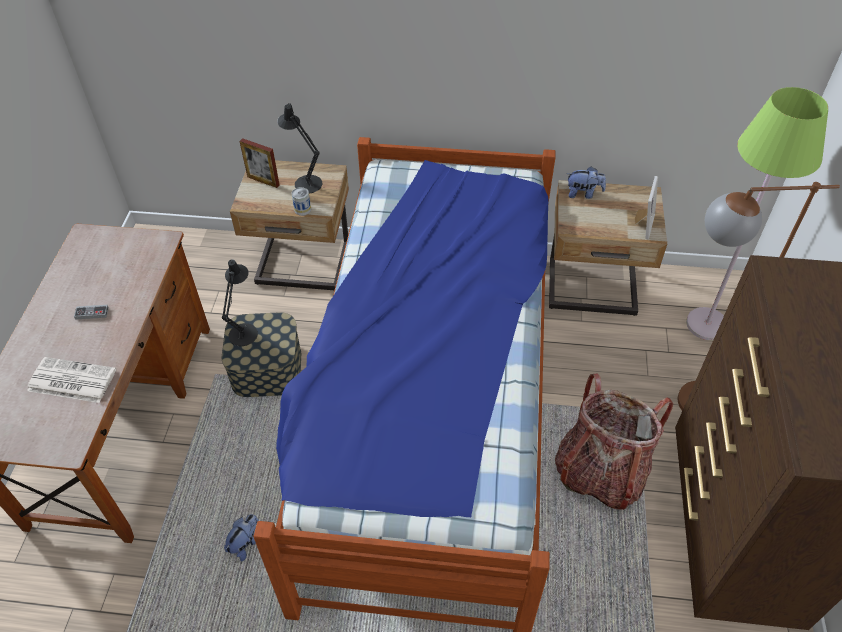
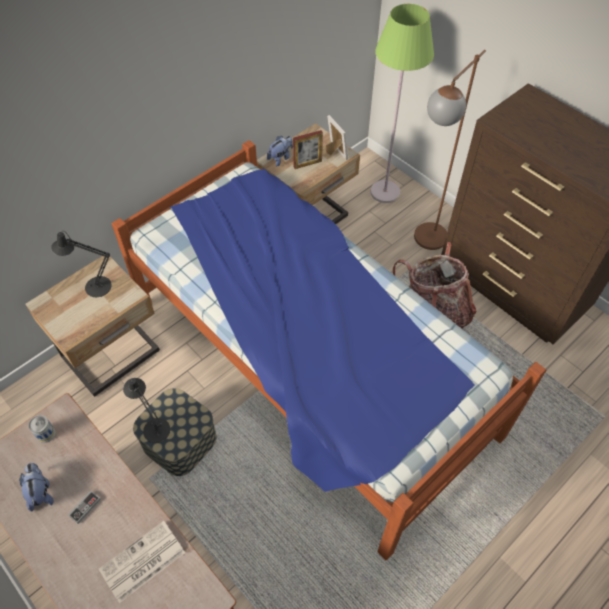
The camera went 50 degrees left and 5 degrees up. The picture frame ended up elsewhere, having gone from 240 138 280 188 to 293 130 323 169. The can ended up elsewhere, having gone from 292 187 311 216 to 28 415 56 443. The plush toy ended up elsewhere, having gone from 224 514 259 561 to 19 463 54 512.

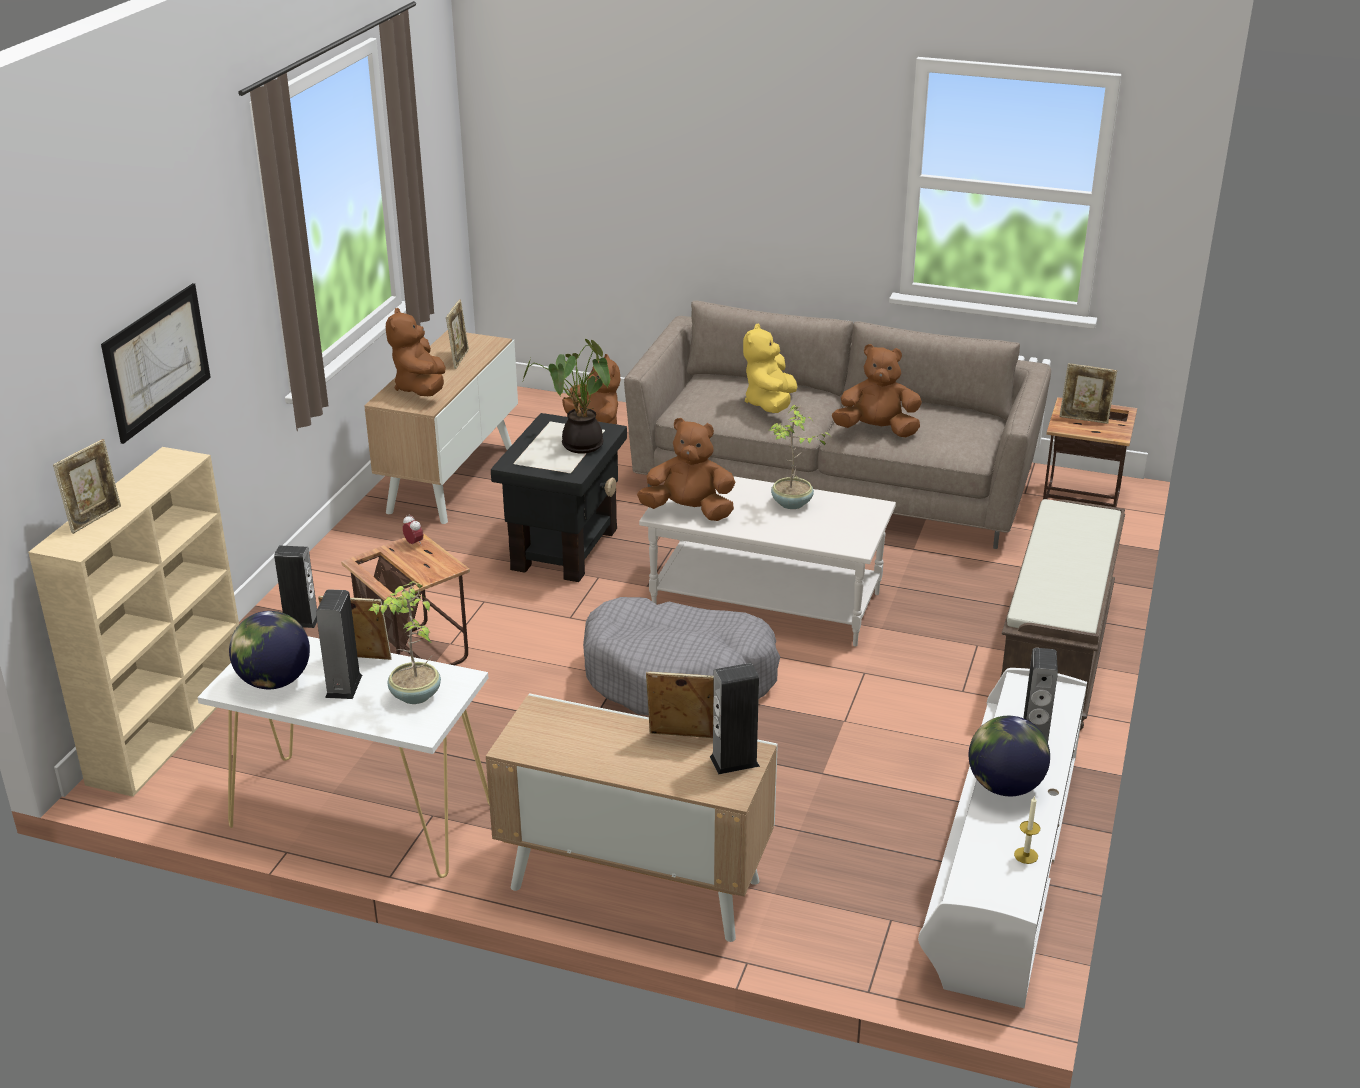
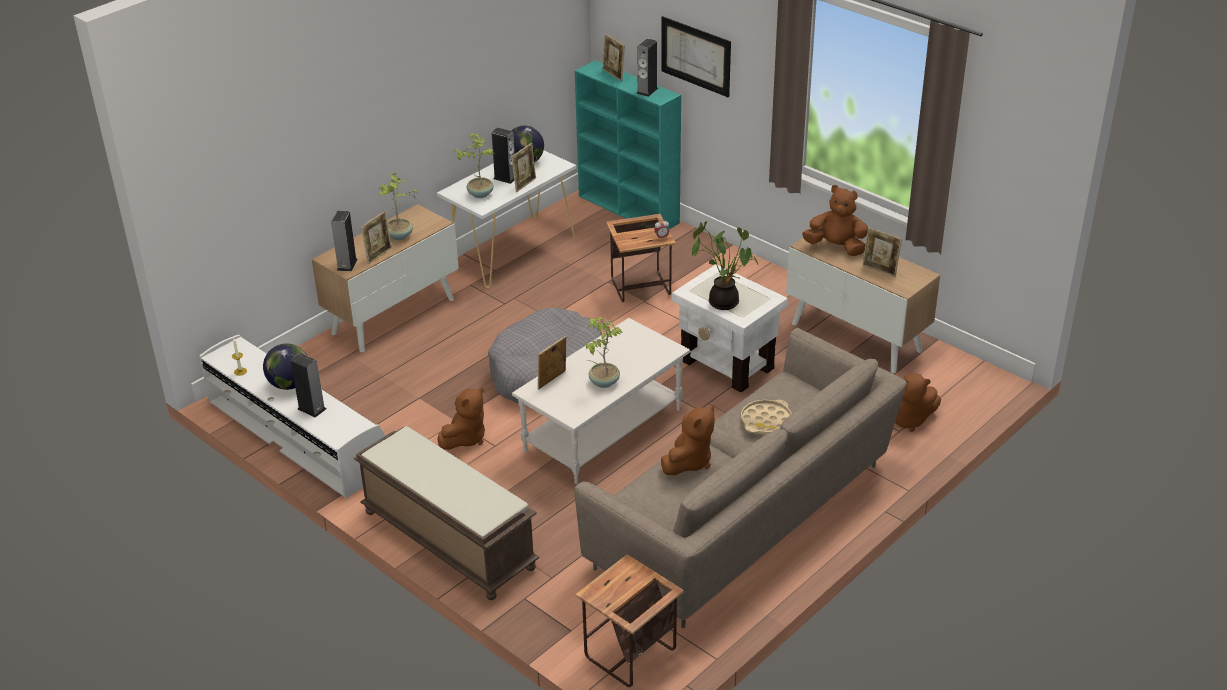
The camera went 115 degrees right and 5 degrees up. Where the plush toy/yellow stood at 743 323 797 413, the tray/beige came to stand at 741 400 792 435. The picture frame ended up elsewhere, having gone from 1060 363 1117 424 to 538 336 566 389. What was the side table/black at 491 413 627 582 turned into the side table/white at 672 265 788 392. The plush toy/brown ended up elsewhere, having gone from 637 418 735 521 to 438 387 485 450. What was the bookcase/beige at 28 447 239 797 turned into the bookcase/turquoise at 575 61 681 230. The speaker ended up elsewhere, having gone from 274 545 317 628 to 636 39 658 97. The second view gained the potted plant at 378 172 419 240.

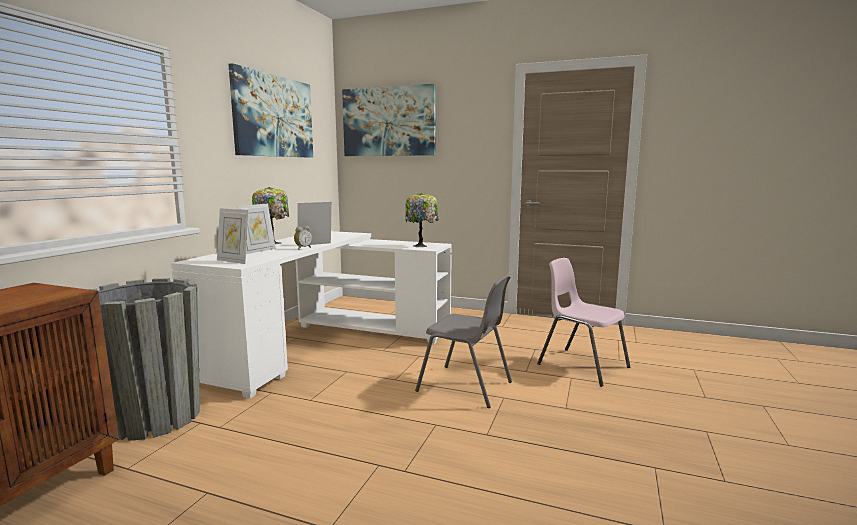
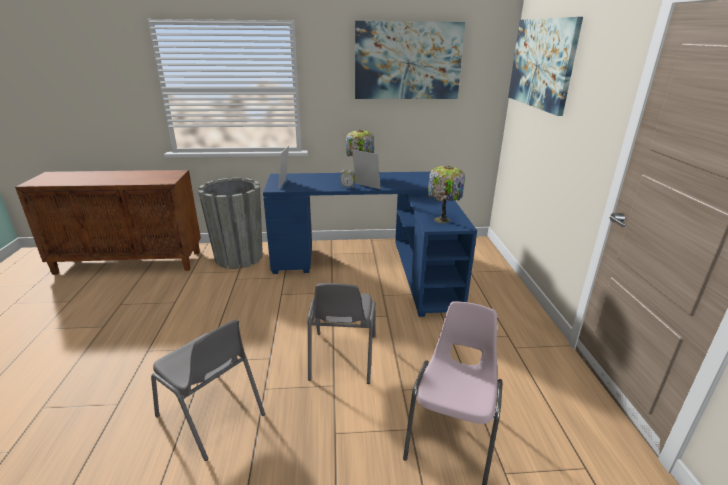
The camera went 65 degrees right and 15 degrees up. The second view lost the picture frame at 237 204 276 254. What was the desk/white at 171 231 452 399 turned into the desk/blue at 263 172 477 317. The second view gained the chair/grey at 151 319 265 461.

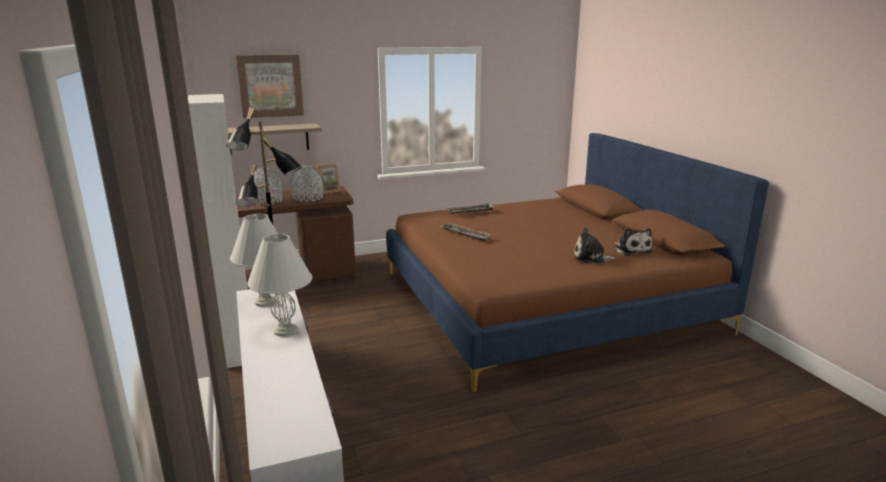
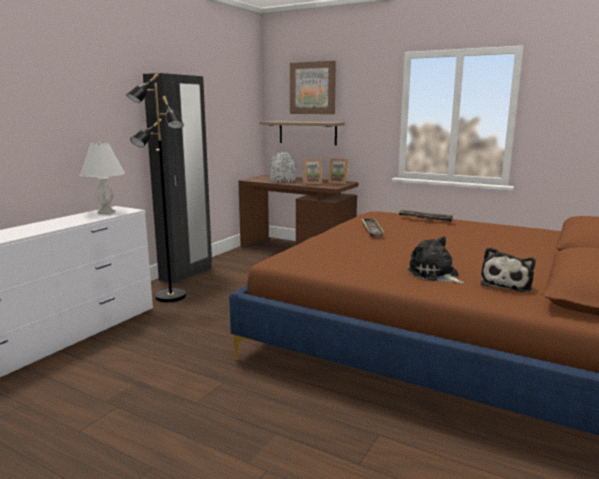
The camera went 50 degrees right and 5 degrees down. What was the wardrobe/white at 188 94 248 368 turned into the wardrobe/black at 143 73 212 283. Where the vase/grey stood at 290 165 323 202, the picture frame came to stand at 303 159 323 185. The second view lost the table lamp/white at 247 234 312 336.

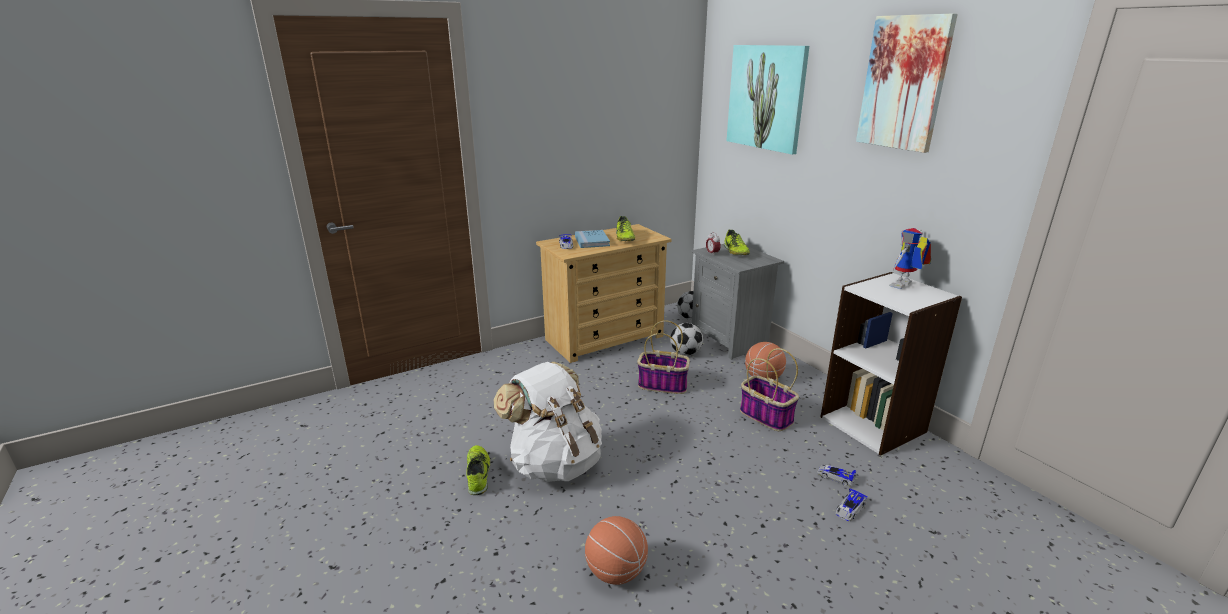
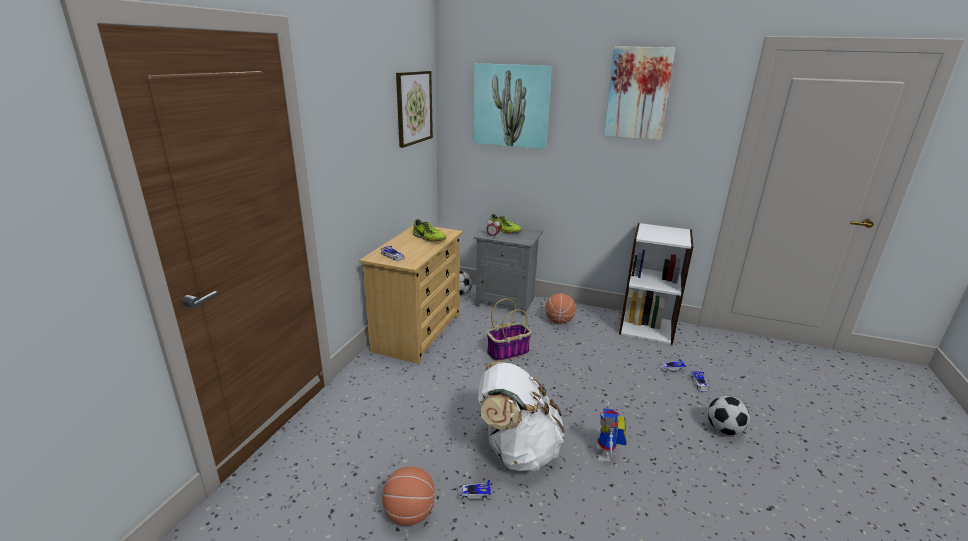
The camera went 40 degrees left and 0 degrees up. The toy robot ended up elsewhere, having gone from 890 228 931 289 to 597 400 627 463. The second view lost the book/blue at 575 230 610 248. The football ended up elsewhere, having gone from 670 323 703 355 to 708 396 750 435. The second view lost the basket at 740 348 799 431. Where the shoe stood at 466 445 490 495, the toy car came to stand at 457 480 491 501. The basketball ended up elsewhere, having gone from 585 516 648 585 to 382 467 435 526. The second view gained the picture at 396 71 433 148.

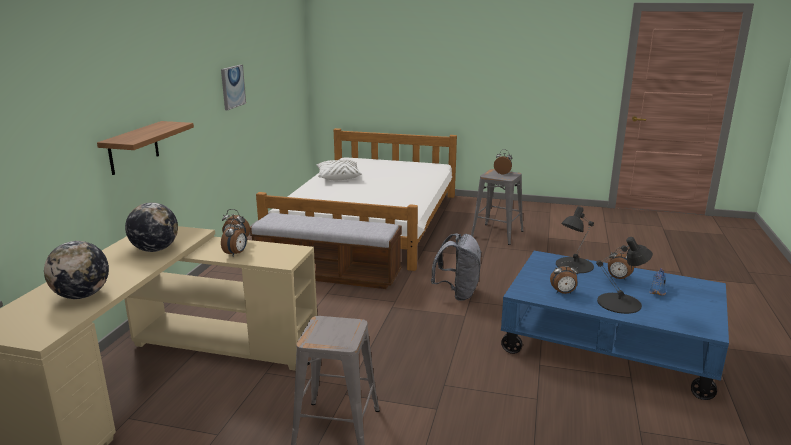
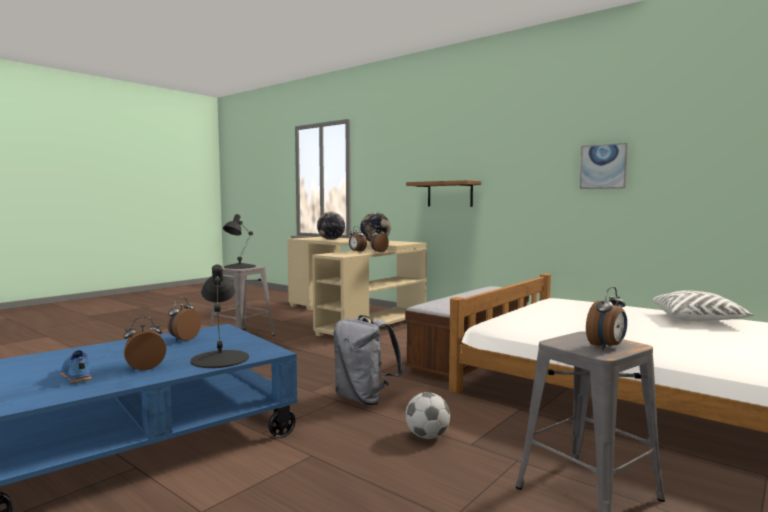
The camera went 115 degrees right and 15 degrees down. The table lamp/black ended up elsewhere, having gone from 596 237 653 314 to 223 214 256 269. The second view gained the football at 405 392 450 439.

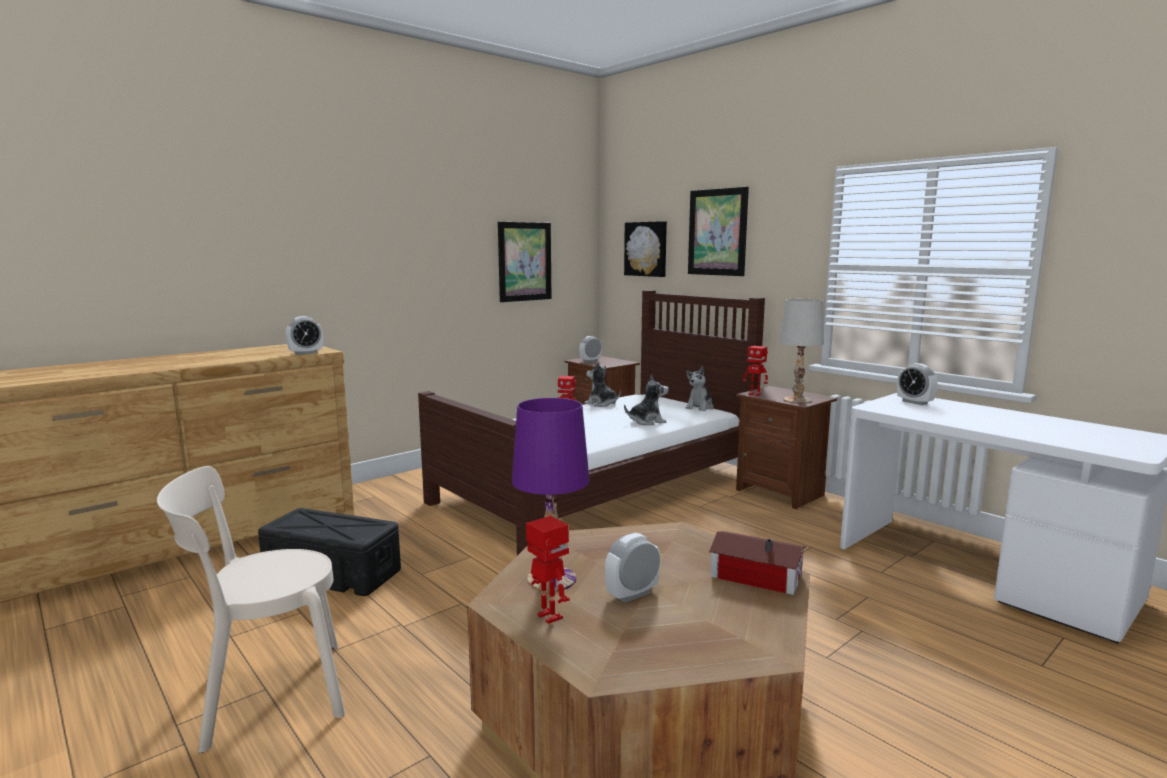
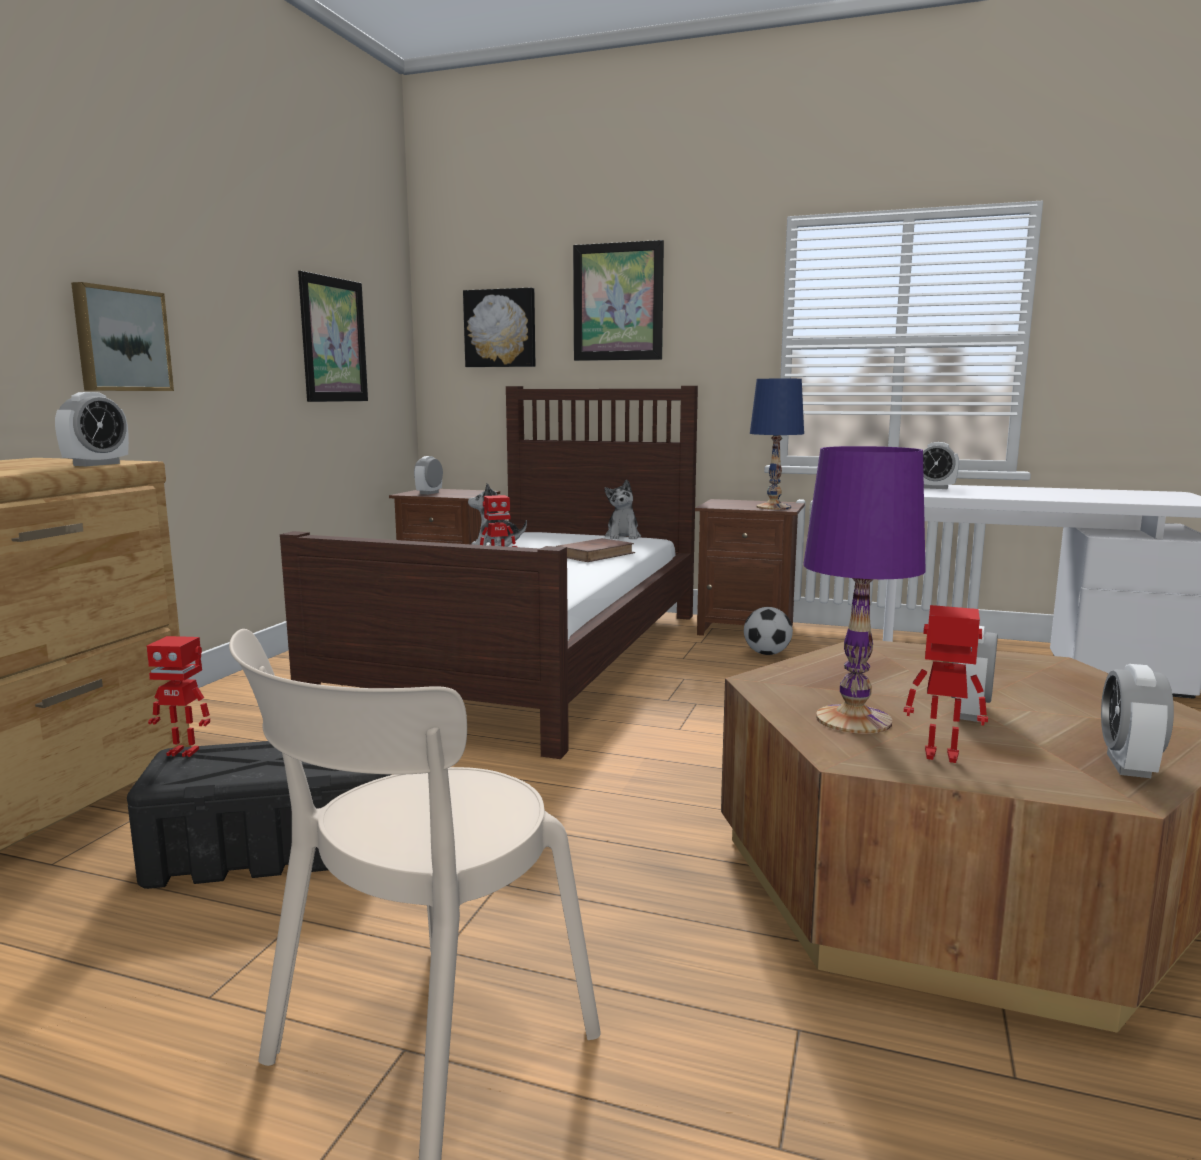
The camera went 30 degrees left and 0 degrees up. What was the table lamp/white at 779 299 824 404 turned into the table lamp/blue at 750 379 804 510. The toy robot ended up elsewhere, having gone from 743 346 768 396 to 147 636 210 757. Where the plush toy stood at 624 374 668 425, the book/brown came to stand at 556 538 635 562. The second view lost the toy house at 709 531 806 595. The second view gained the picture at 71 282 174 391. The second view gained the football at 744 607 793 655. The second view gained the alarm clock at 1101 664 1174 778.

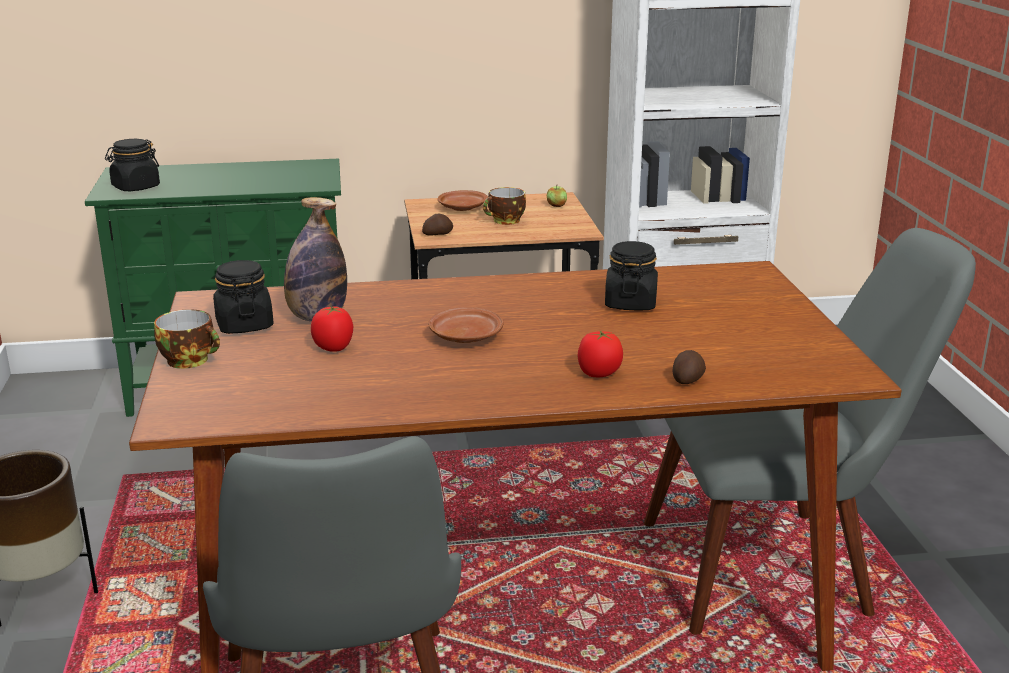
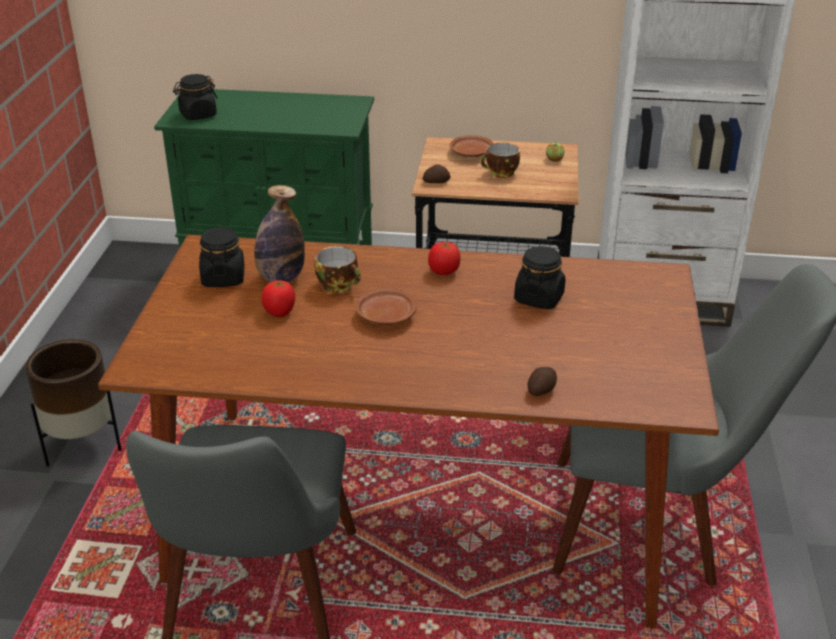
The camera went 15 degrees right and 10 degrees up. The cup ended up elsewhere, having gone from 154 309 220 369 to 315 246 361 293. The tomato ended up elsewhere, having gone from 578 330 623 377 to 428 241 460 275.

